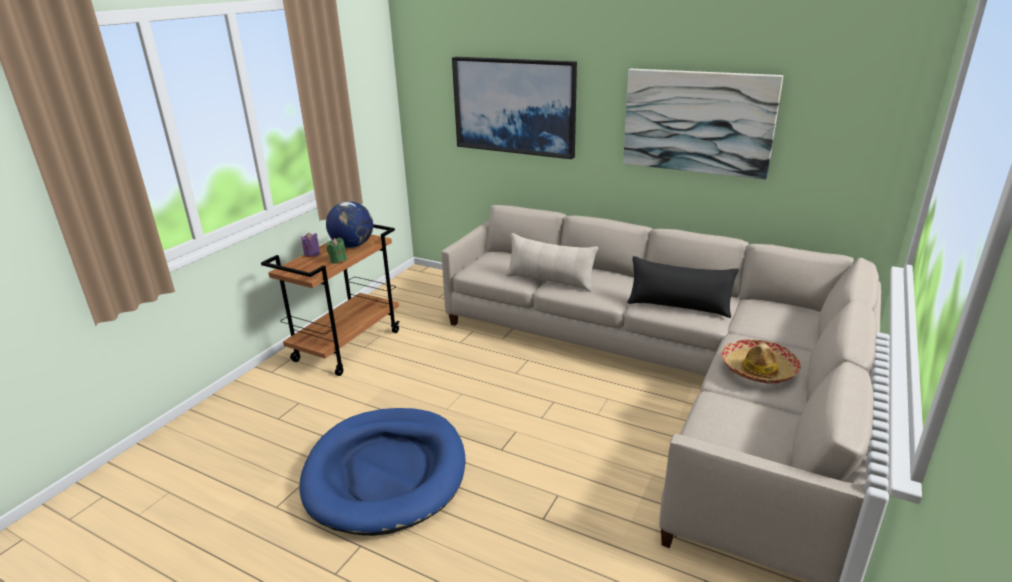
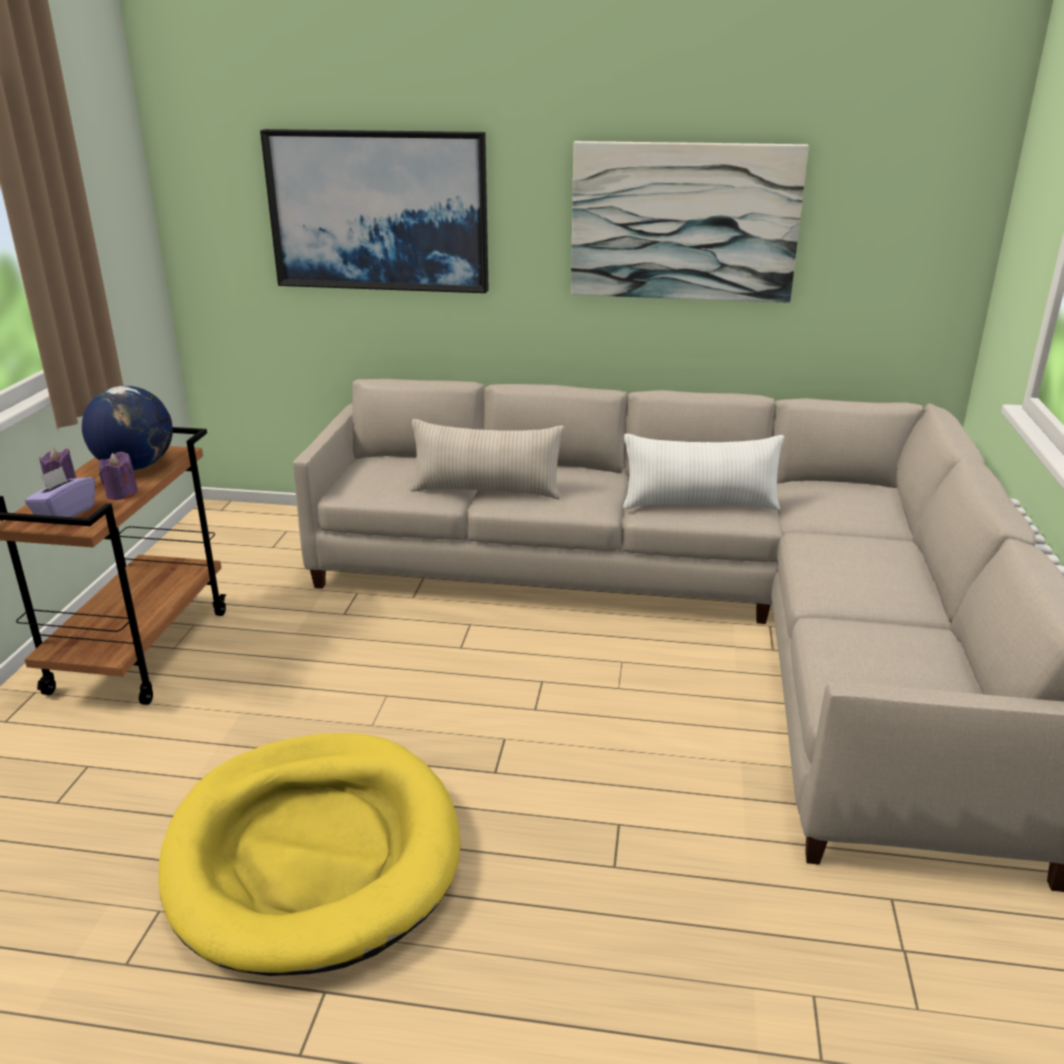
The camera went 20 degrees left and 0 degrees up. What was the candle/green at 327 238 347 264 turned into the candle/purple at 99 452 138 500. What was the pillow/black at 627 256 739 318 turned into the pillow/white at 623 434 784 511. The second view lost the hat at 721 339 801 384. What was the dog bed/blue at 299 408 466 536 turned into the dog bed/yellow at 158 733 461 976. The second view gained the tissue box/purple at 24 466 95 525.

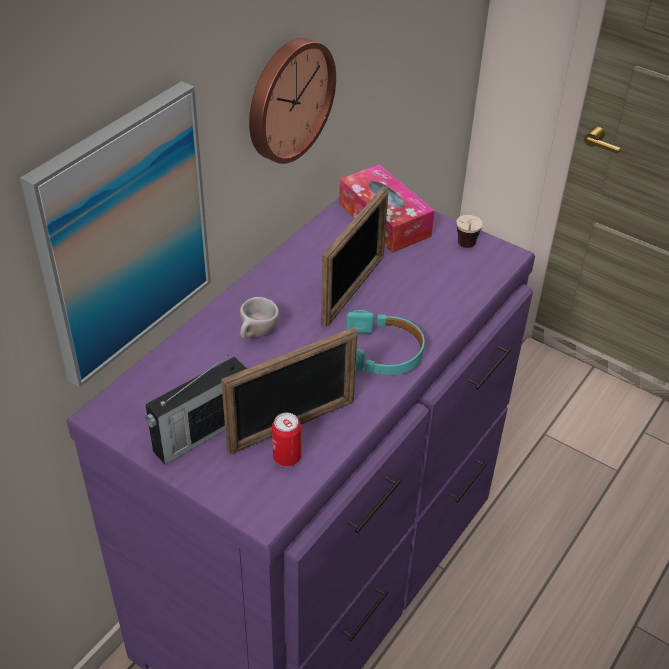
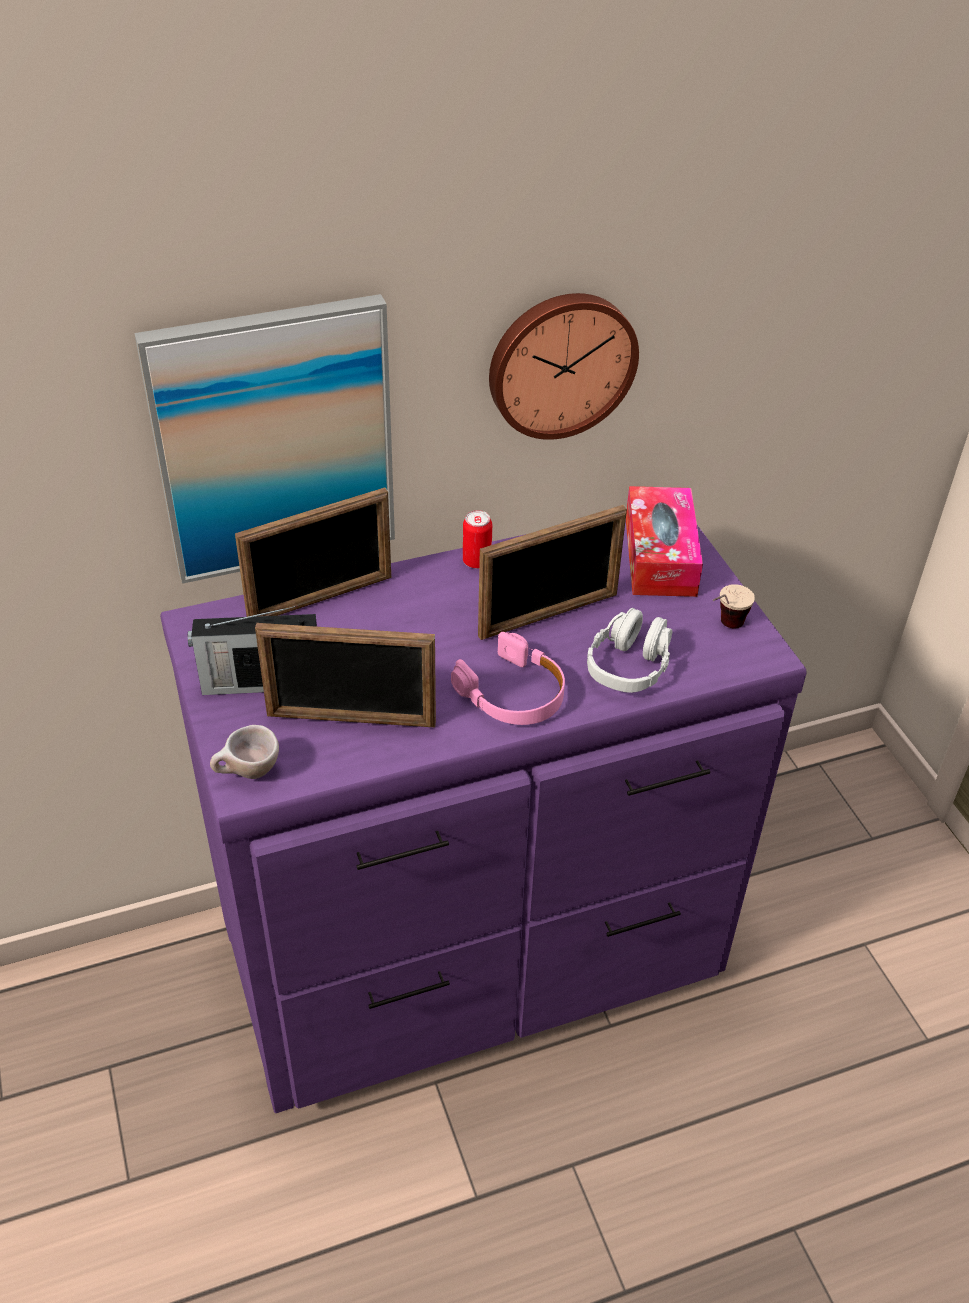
The camera went 35 degrees right and 0 degrees up. The cup/beige ended up elsewhere, having gone from 240 297 279 339 to 210 725 279 779. What was the headphones/turquoise at 346 310 425 375 turned into the headphones/pink at 451 632 565 725. The can ended up elsewhere, having gone from 272 413 301 466 to 463 510 492 569. The second view gained the picture frame at 235 487 391 617. The second view gained the headphones/grey at 587 608 672 693.

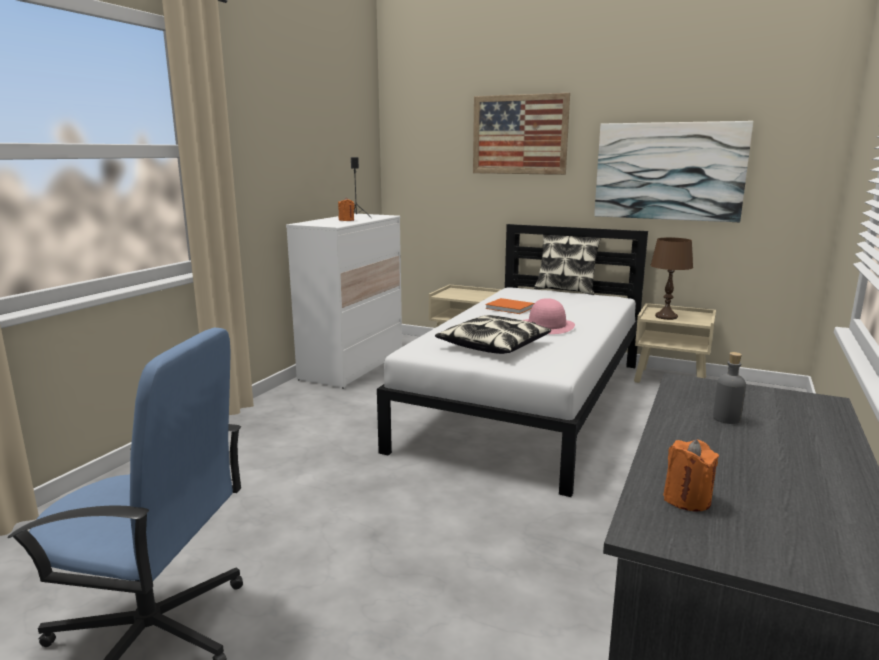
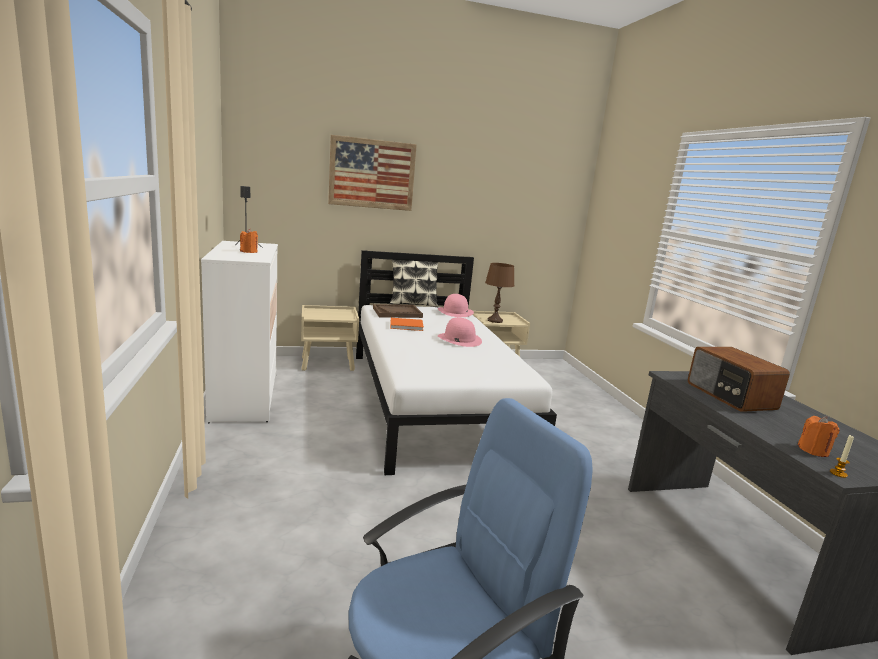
The camera went 40 degrees left and 0 degrees up. The second view lost the picture at 594 121 753 222. The second view lost the pillow at 435 315 551 354. Where the bottle/grey stood at 713 352 746 424, the radio came to stand at 688 347 790 412. The second view gained the hat/pink at 438 294 474 317. The second view gained the tray/brown at 373 304 423 318. The second view gained the candle at 830 435 854 478.

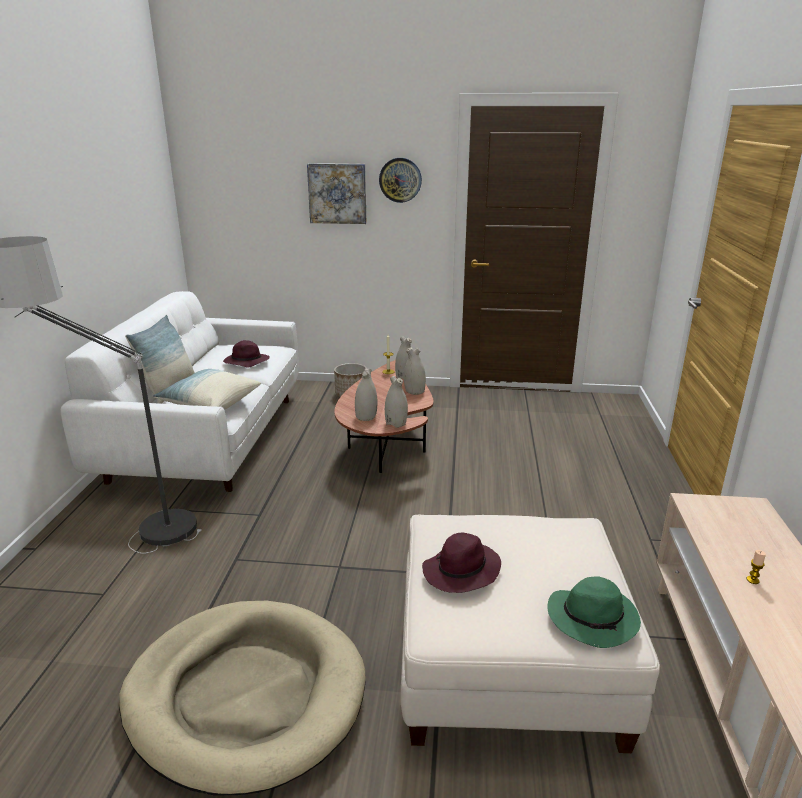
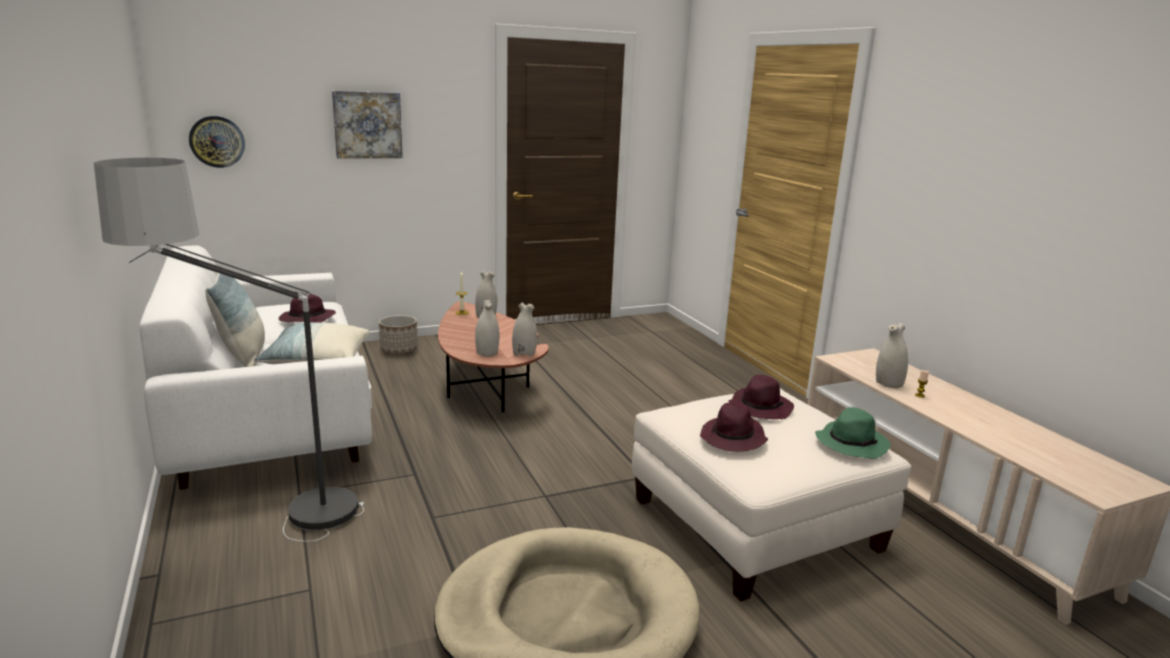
The camera went 30 degrees left and 5 degrees down. The wall clock ended up elsewhere, having gone from 379 158 422 203 to 189 116 245 168. The vase/white ended up elsewhere, having gone from 404 347 426 395 to 876 323 908 388. The second view gained the hat/purple at 728 375 794 419.

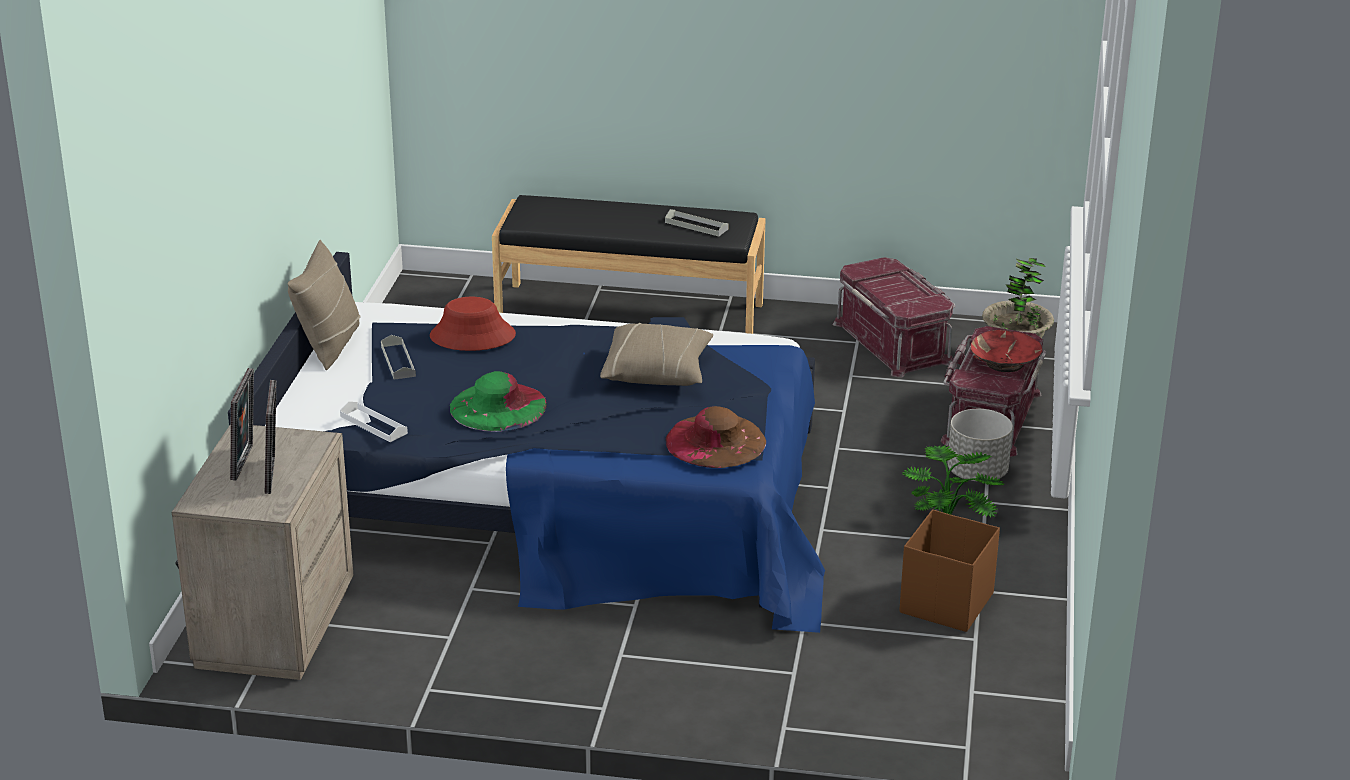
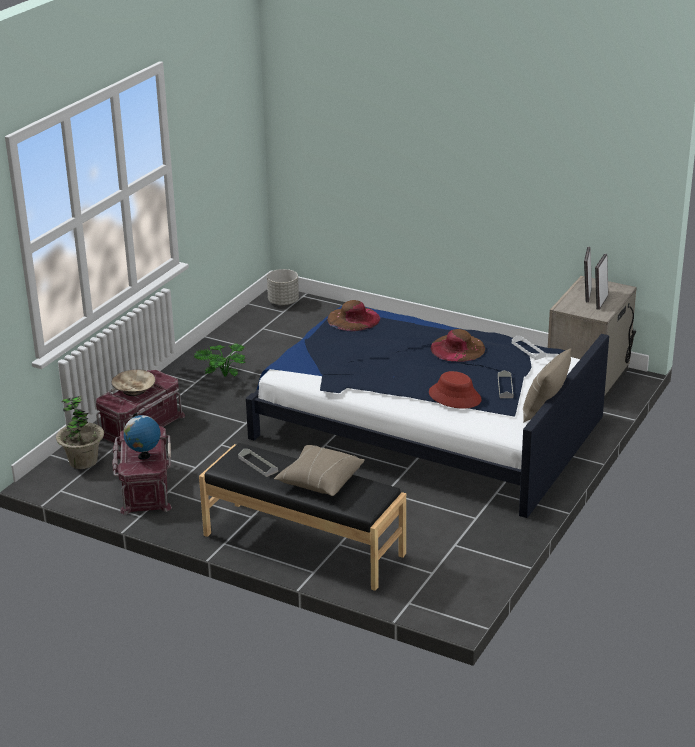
The camera went 160 degrees left and 0 degrees up. The pillow/beige ended up elsewhere, having gone from 600 323 713 386 to 274 445 365 496. What was the bowl/red at 970 330 1042 372 turned into the bowl/beige at 111 369 155 396. What was the hat/green at 450 371 547 432 turned into the hat/brown at 430 329 485 362. The planter/grey ended up elsewhere, having gone from 948 409 1013 482 to 267 269 299 305. The second view lost the storage box/brown at 899 510 1000 632. The second view gained the globe at 123 413 161 460.

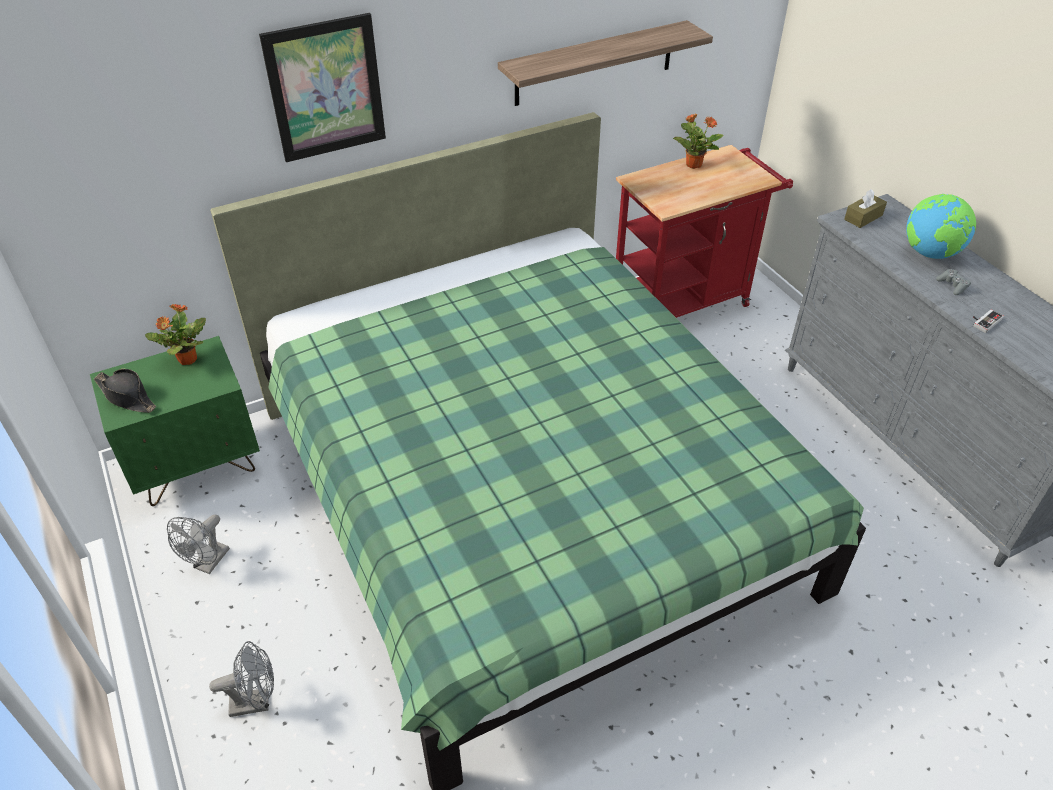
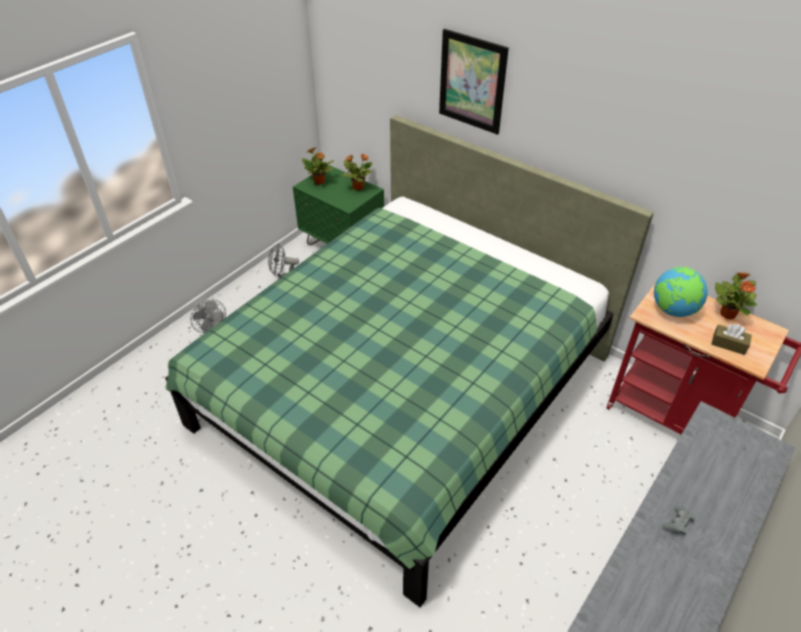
The camera went 65 degrees right and 0 degrees up. The second view lost the shelf at 498 20 713 106. The tissue box/brown ended up elsewhere, having gone from 844 189 887 228 to 711 324 752 355. The globe ended up elsewhere, having gone from 906 194 976 259 to 654 267 708 317. The second view lost the game controller at 973 310 1004 333. Where the hat/black stood at 94 369 156 413, the potted plant came to stand at 302 147 334 185.

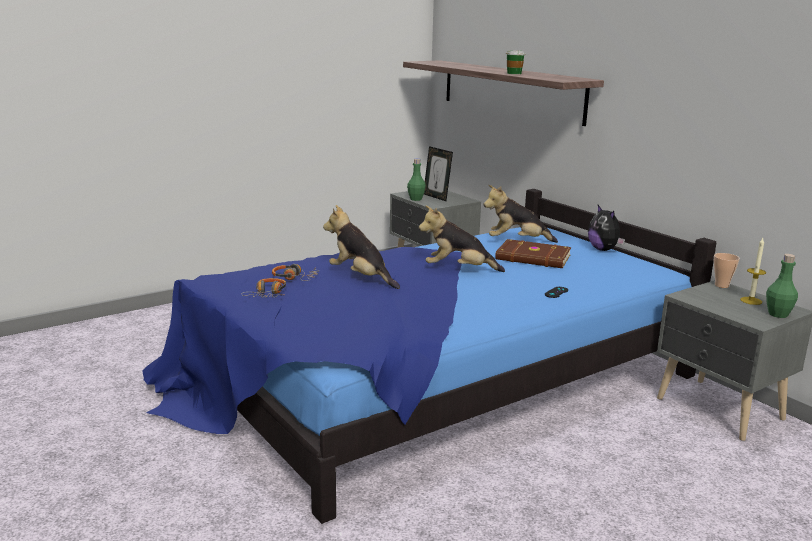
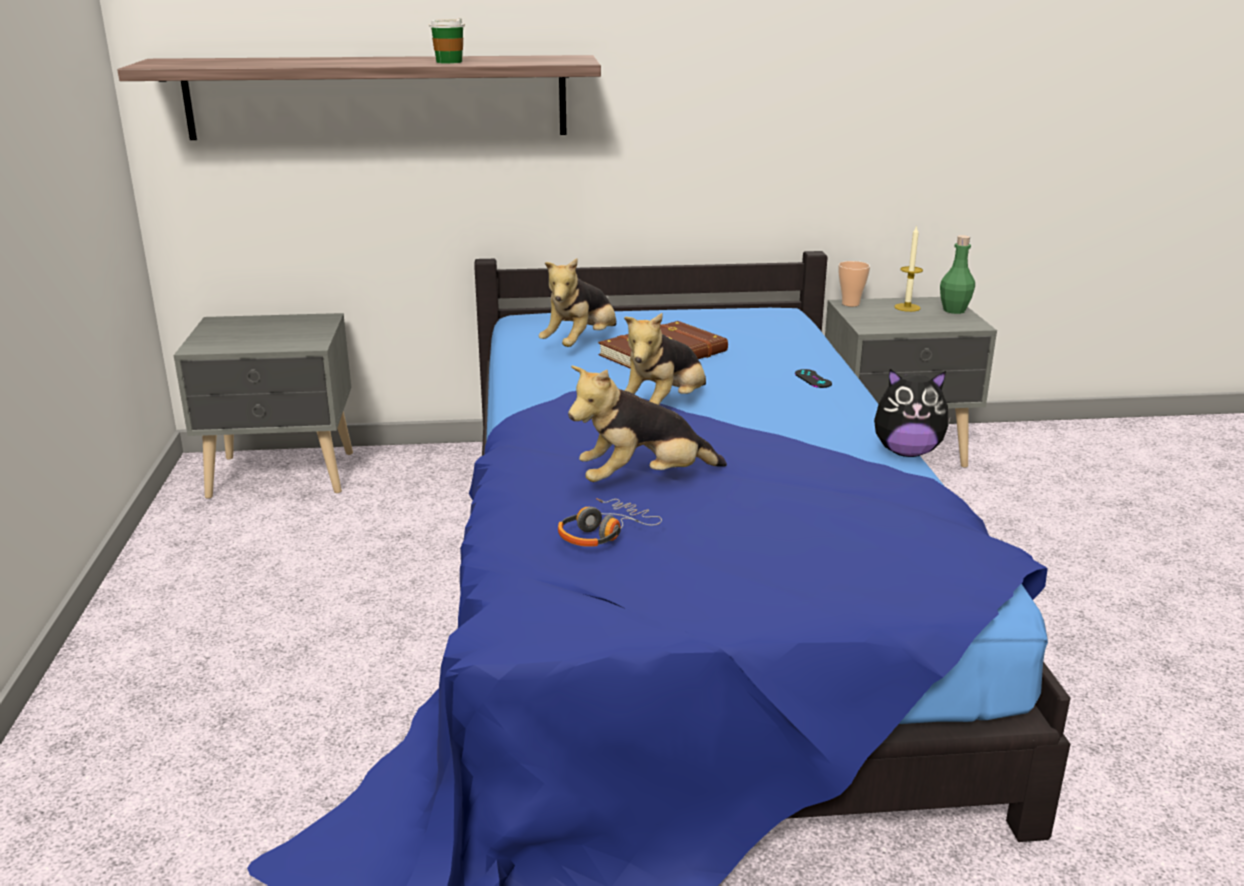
The camera went 60 degrees left and 5 degrees up. The second view lost the picture frame at 424 146 453 201. The second view lost the bottle/green at 407 159 426 201. The plush toy ended up elsewhere, having gone from 588 205 625 251 to 874 369 951 457. The second view lost the headphones at 242 278 286 298.

